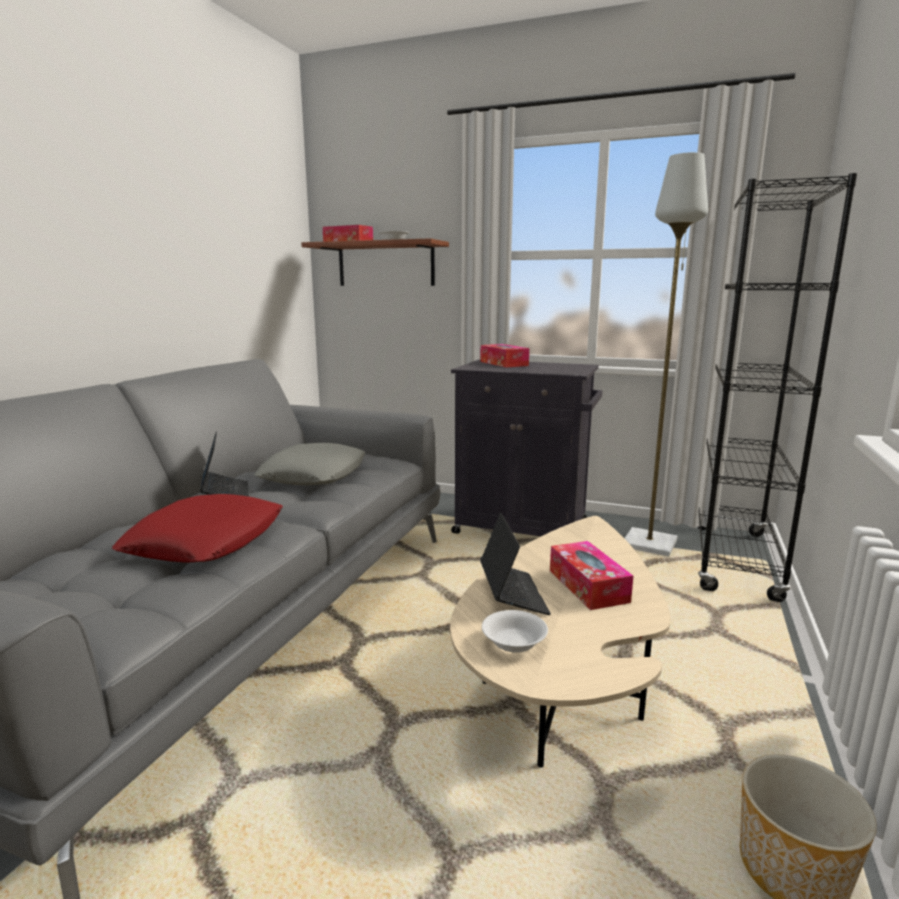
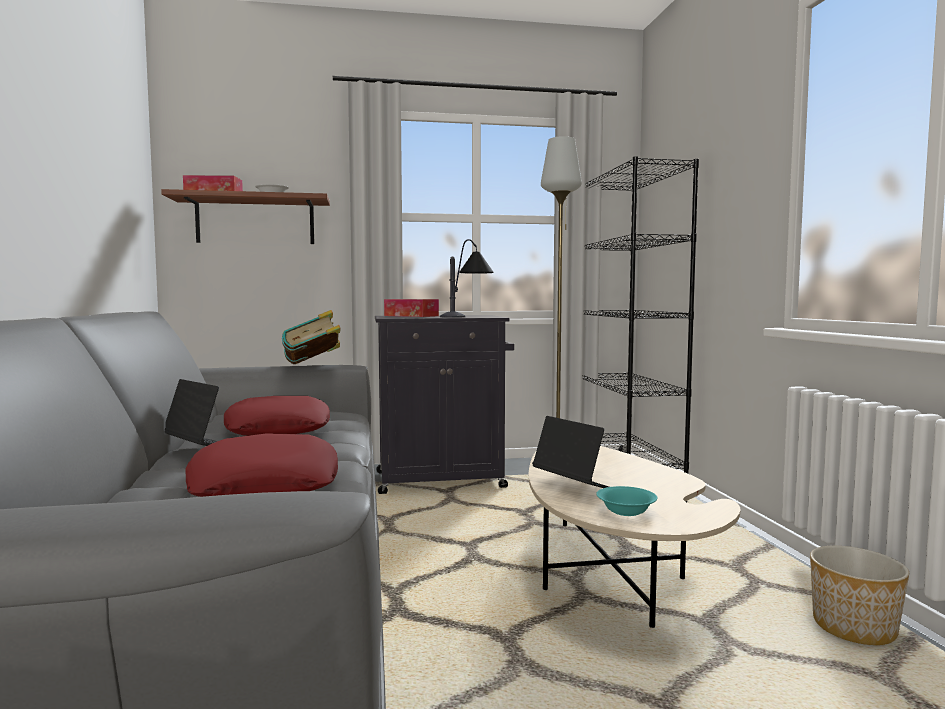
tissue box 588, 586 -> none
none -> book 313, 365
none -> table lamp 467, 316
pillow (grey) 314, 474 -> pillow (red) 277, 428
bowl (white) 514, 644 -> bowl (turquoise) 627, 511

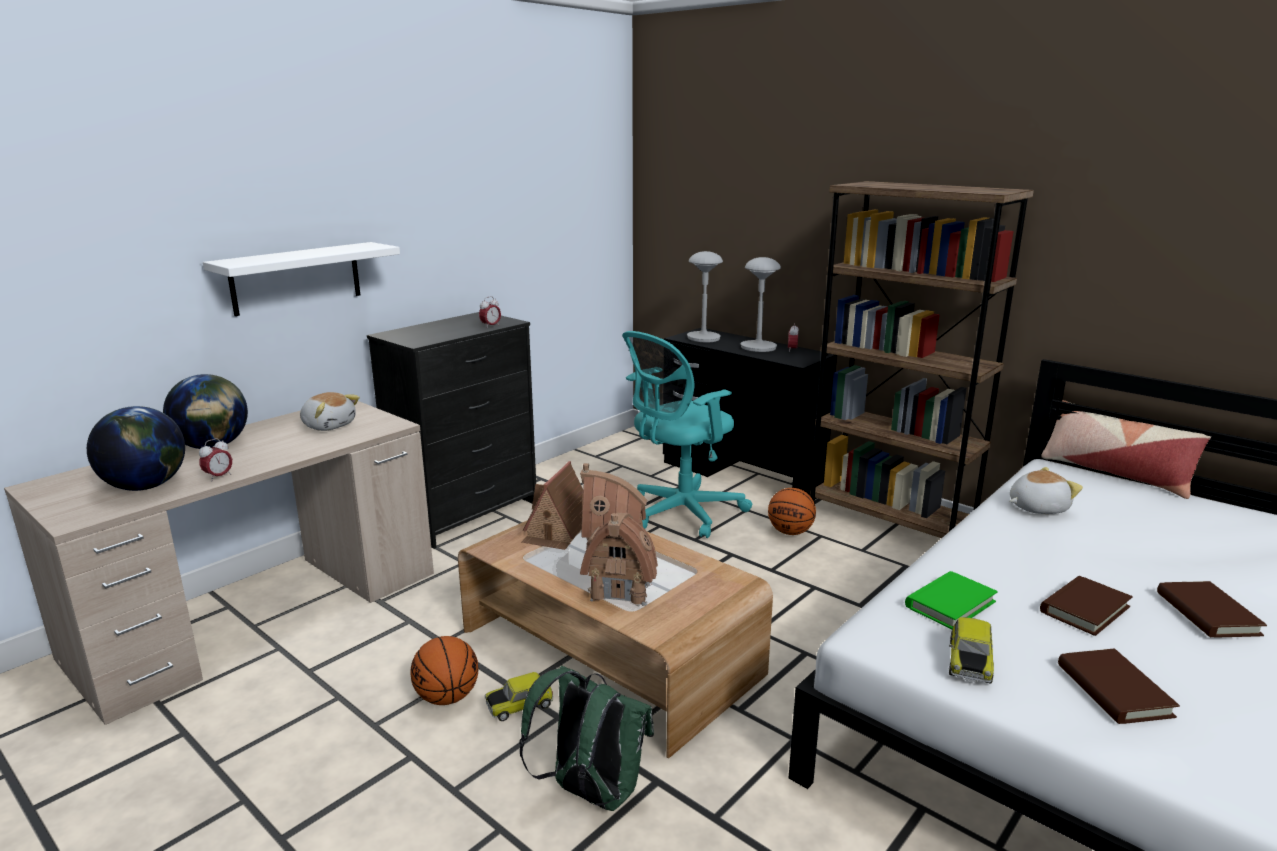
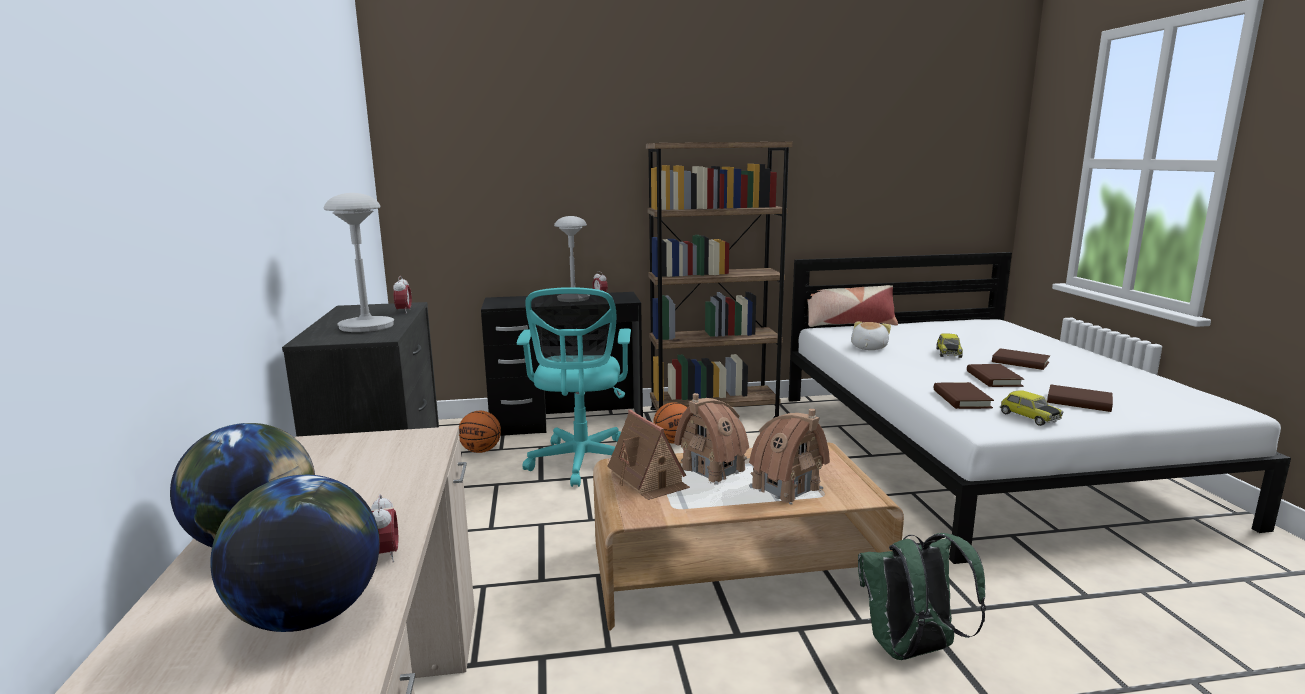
shelf (white) 296, 278 -> none
plush toy 329, 425 -> none
basketball 447, 697 -> basketball 481, 451, shifted
toy car 520, 705 -> toy car 948, 353, shifted
table lamp (grey) 703, 338 -> table lamp (grey) 367, 326, shifted
book (green) 950, 604 -> book (brown) 961, 399

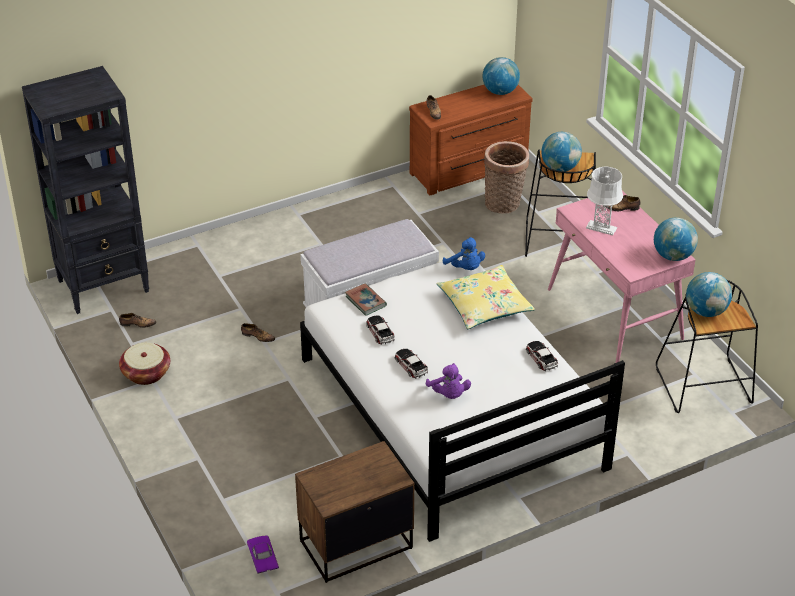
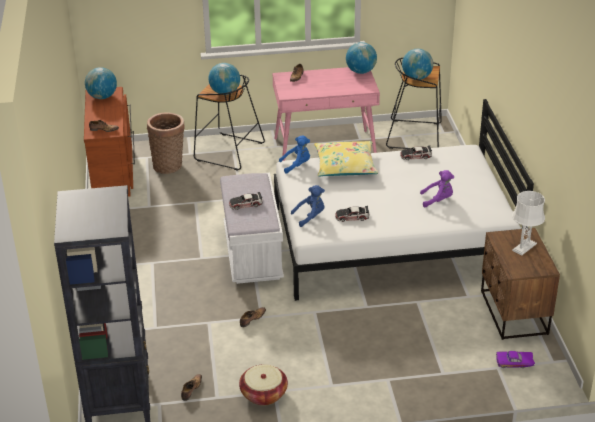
toy car 411, 366 -> toy car 245, 204, shifted
table lamp (white) 601, 228 -> table lamp (white) 524, 247, shifted
book 365, 301 -> plush toy (blue) 310, 217

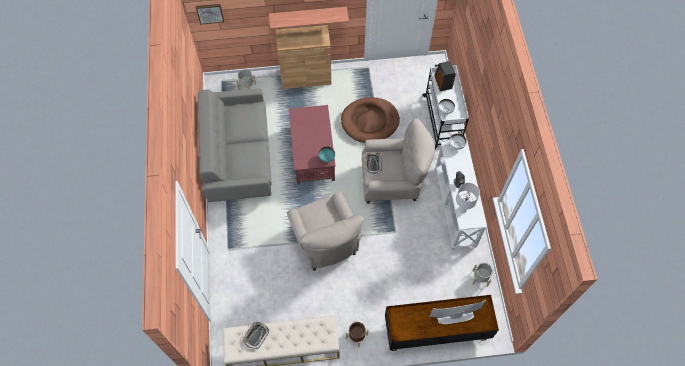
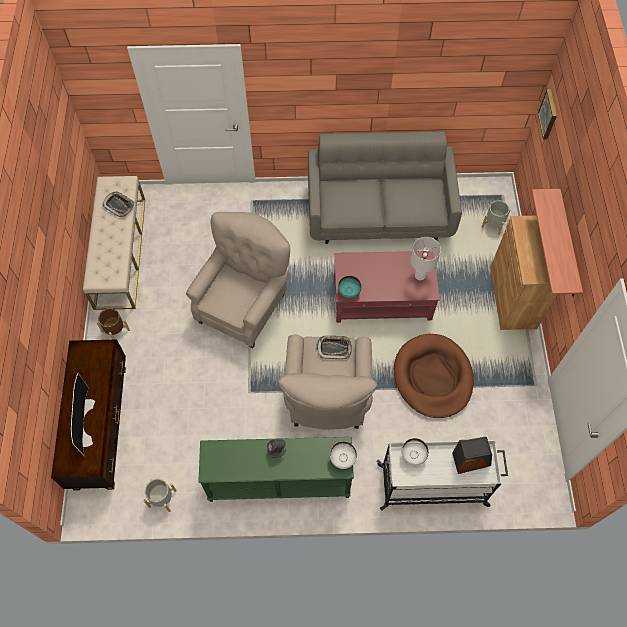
table lamp (white) 462, 209 -> table lamp (white) 420, 275, shifted
console table (white) 456, 206 -> console table (green) 279, 482
armchair (beige) 326, 243 -> armchair (beige) 244, 305, 135 degrees clockwise

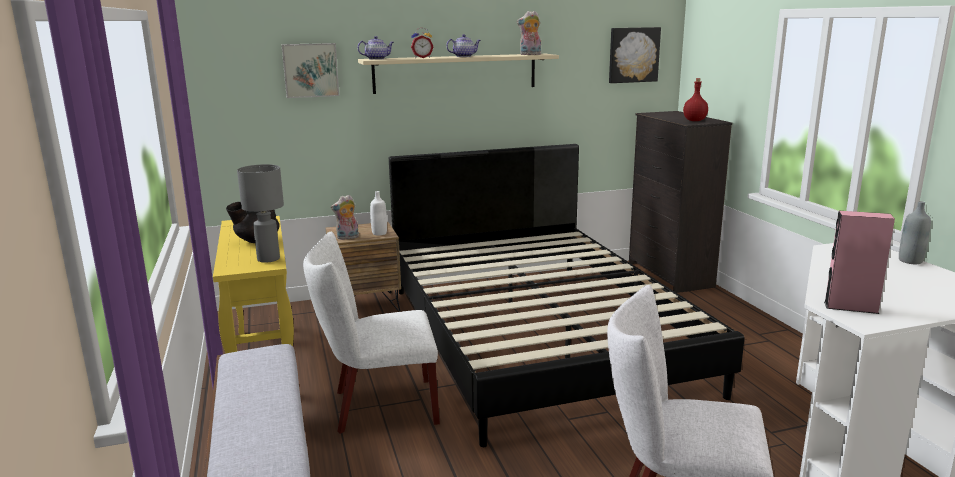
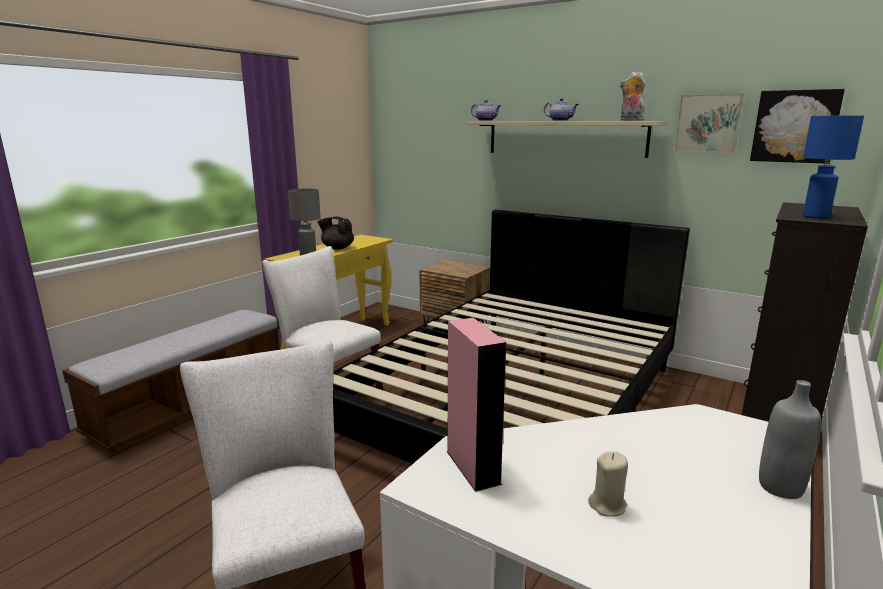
plush toy 347, 238 -> none
bottle (white) 379, 233 -> none
alarm clock 422, 57 -> none
none -> candle (beige) 607, 505
picture 310, 70 -> picture 708, 123, shifted
bottle (red) 695, 120 -> table lamp (blue) 816, 217

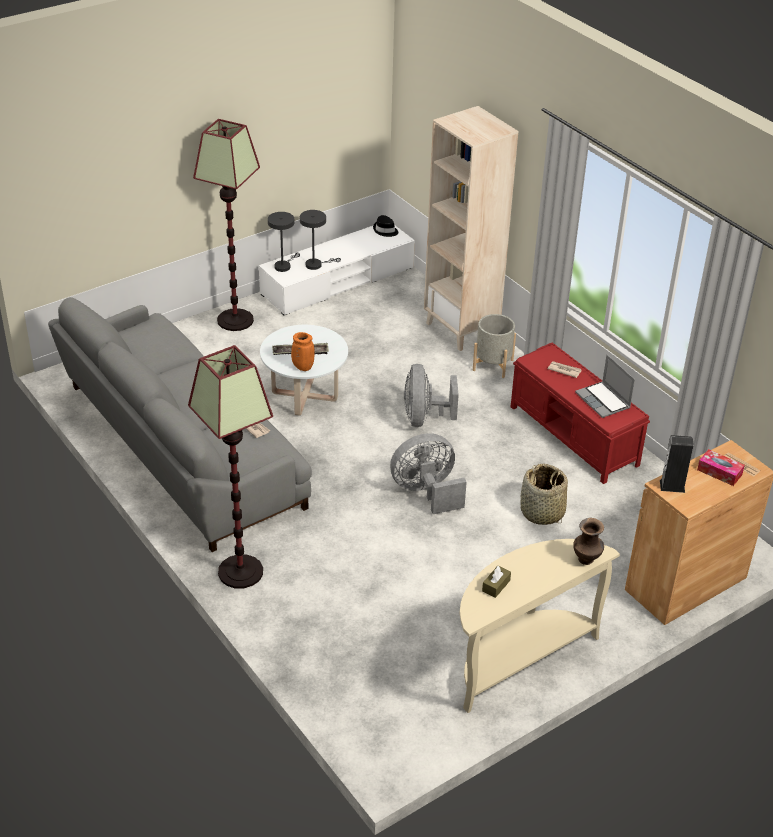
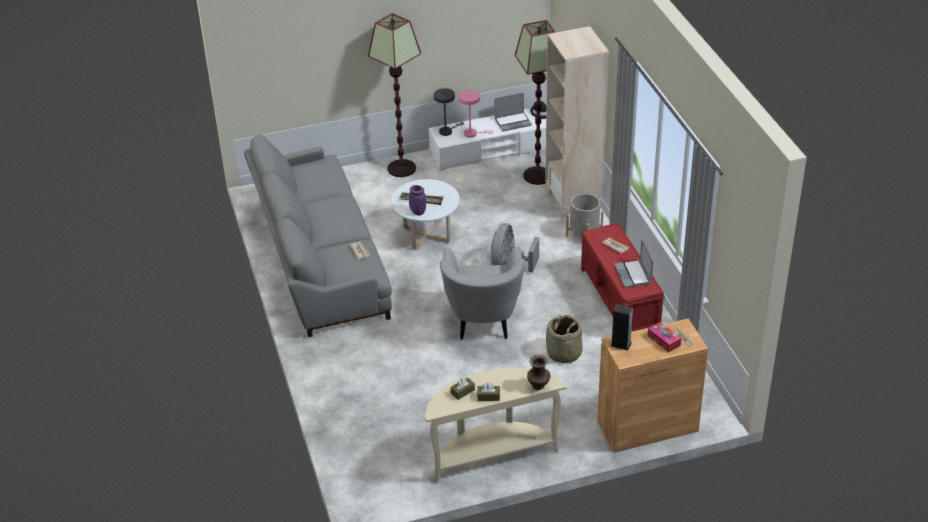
none -> tissue box (brown) 488, 396
none -> laptop 513, 122
floor lamp 240, 572 -> floor lamp 537, 176, shifted
fan (grey) 426, 492 -> armchair (grey) 483, 322
vase (orange) 302, 367 -> vase (purple) 417, 212
table lamp (grey) 316, 264 -> table lamp (pink) 472, 133

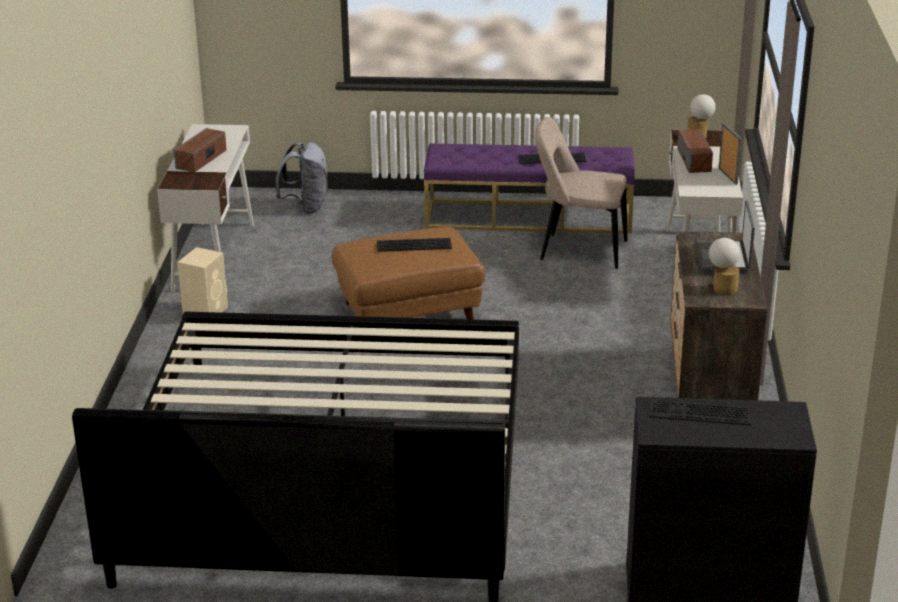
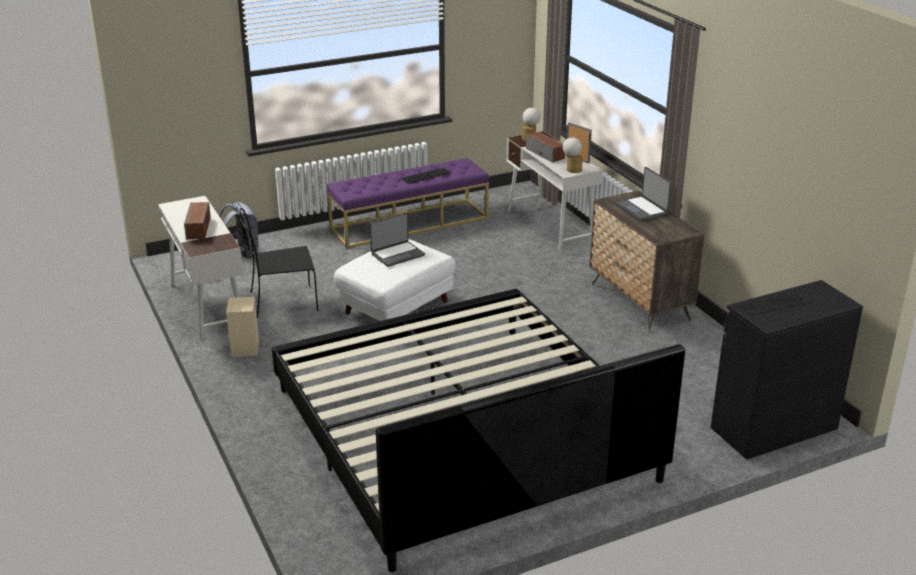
chair (beige) 578, 251 -> none
none -> chair (black) 281, 302
table lamp 722, 287 -> table lamp 572, 169, shifted
keyboard 414, 244 -> laptop 397, 254
ottoman (brown) 409, 311 -> ottoman (white) 396, 307

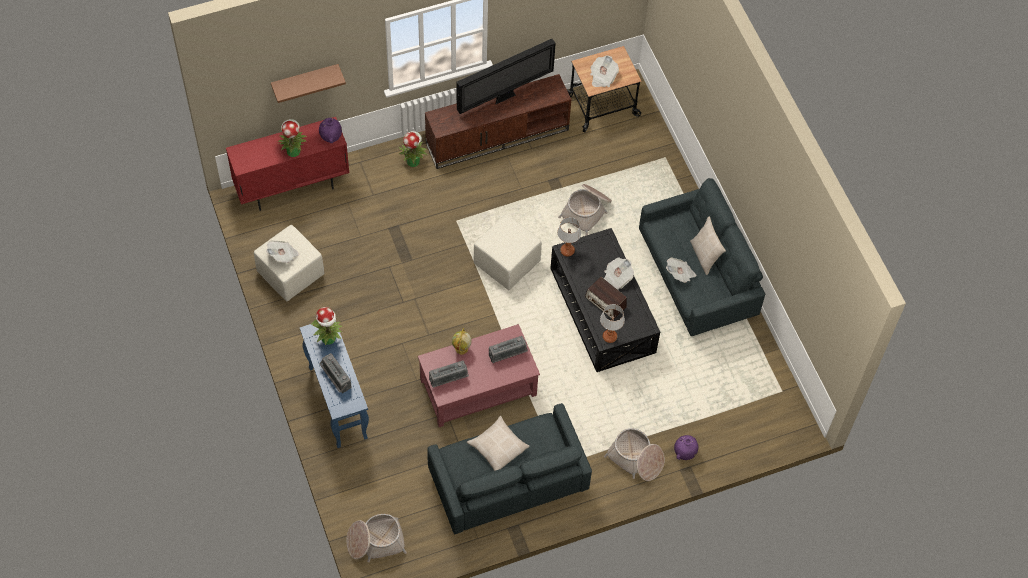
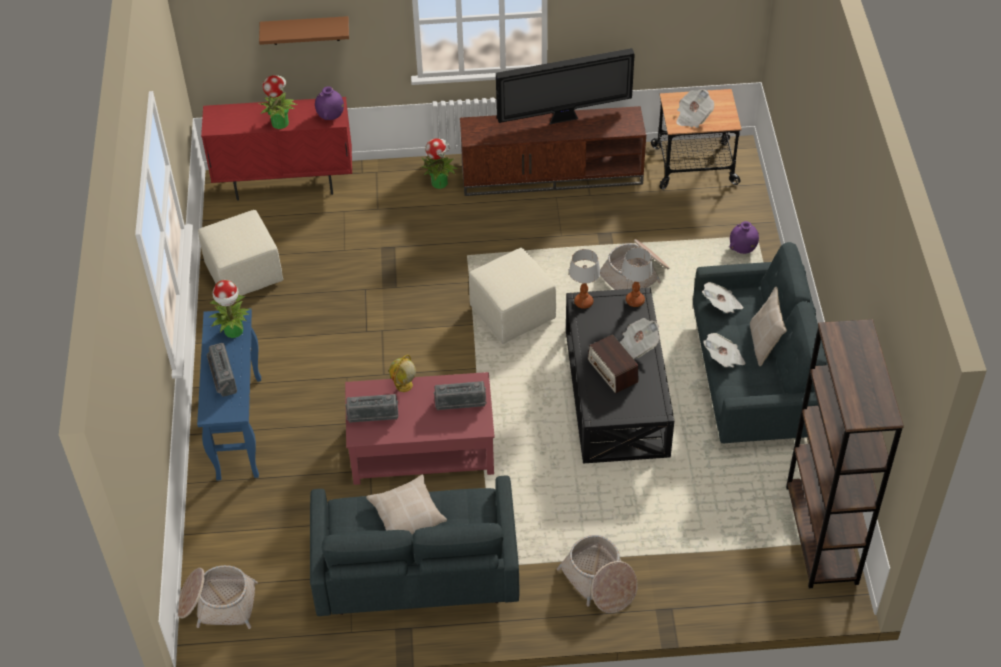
none -> bookcase (brown) 821, 535
newspaper 283, 255 -> newspaper 721, 305, shifted
table lamp 609, 336 -> table lamp 635, 300, shifted
vase (purple) 684, 453 -> vase (purple) 742, 249, shifted

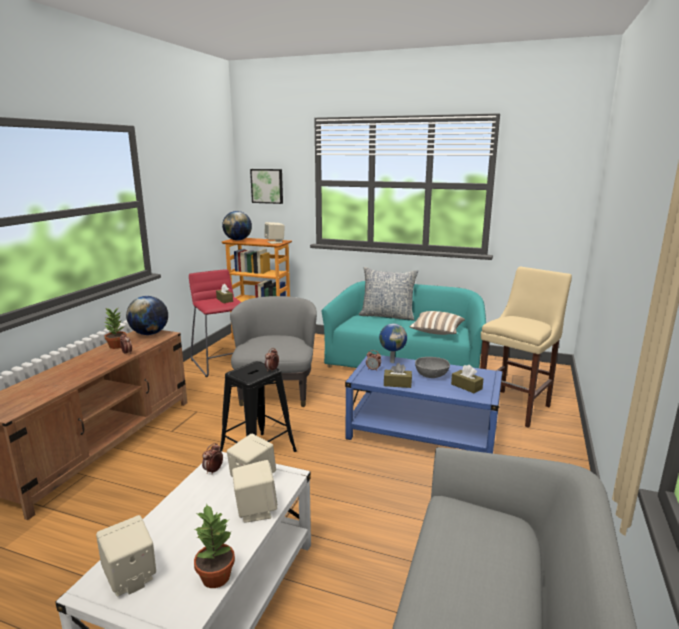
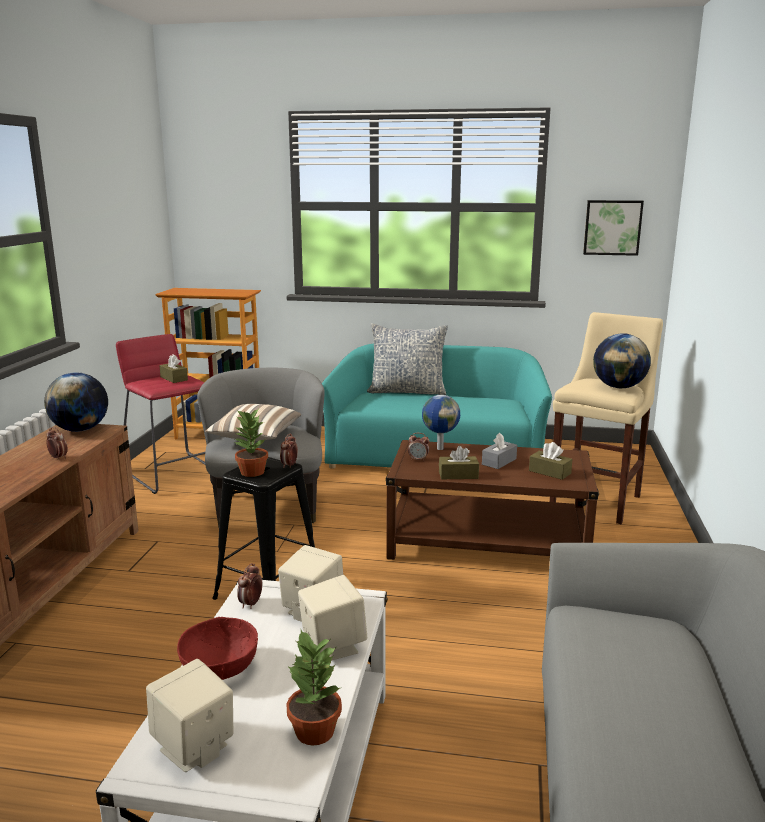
speaker (beige) 275, 242 -> none
none -> bowl (red) 220, 667
potted plant 116, 346 -> potted plant 251, 472, shifted
globe 238, 240 -> globe 619, 387, shifted
picture 267, 186 -> picture 612, 227, shifted
pillow 436, 332 -> pillow 255, 437, shifted
bowl (grey) 431, 375 -> tissue box (grey) 499, 461
coffee table (blue) 422, 433 -> coffee table (brown) 488, 543

